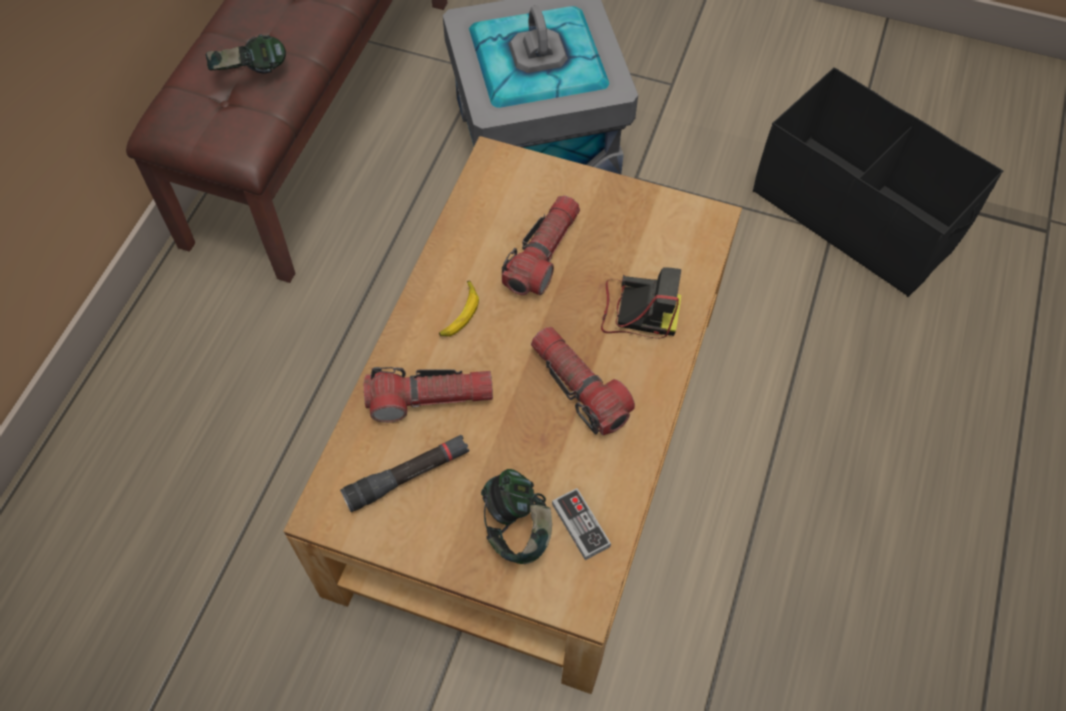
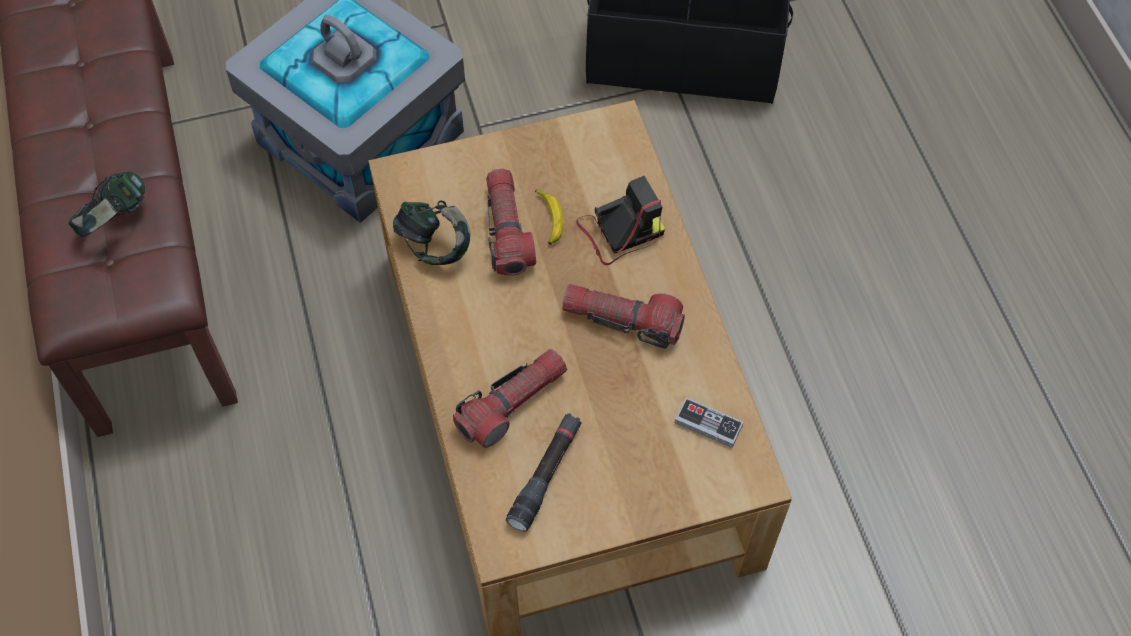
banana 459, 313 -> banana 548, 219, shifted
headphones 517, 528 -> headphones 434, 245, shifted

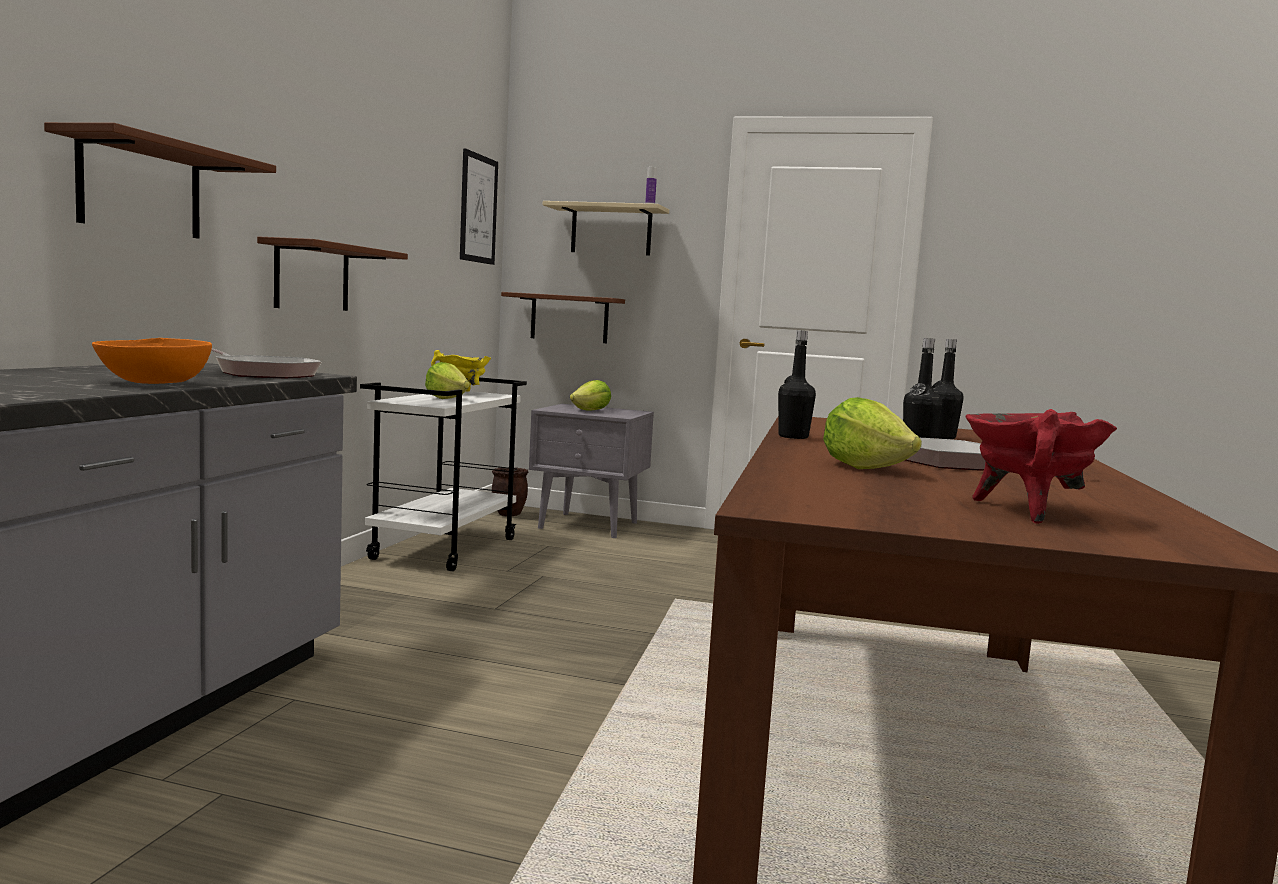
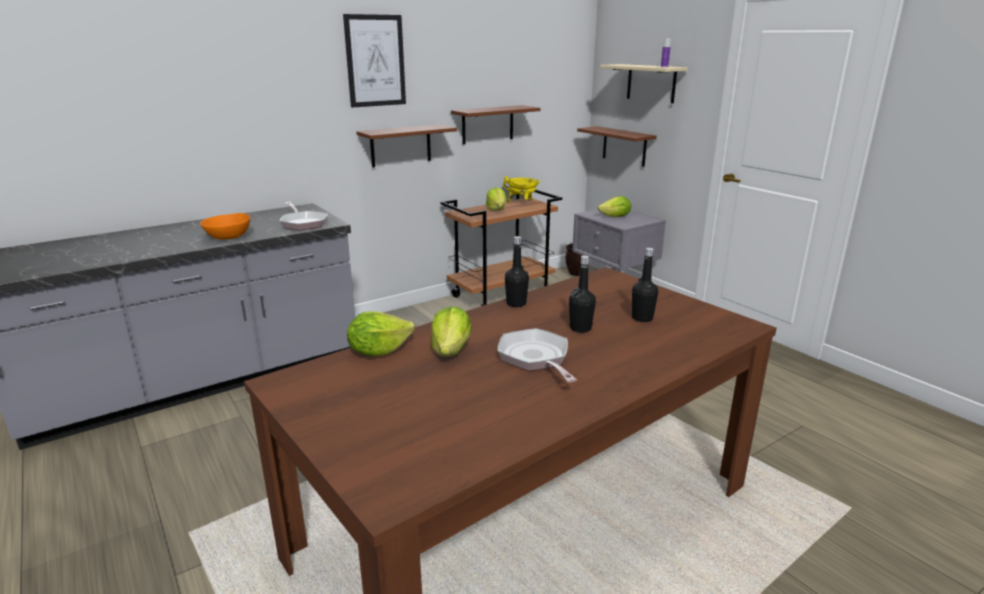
cooking pot (red) 1026, 511 -> none
none -> lettuce 378, 351
shelf (brown) 141, 188 -> shelf (brown) 487, 124, shifted
picture 478, 209 -> picture 375, 61, shifted
cart (white) 444, 548 -> cart (brown) 502, 296

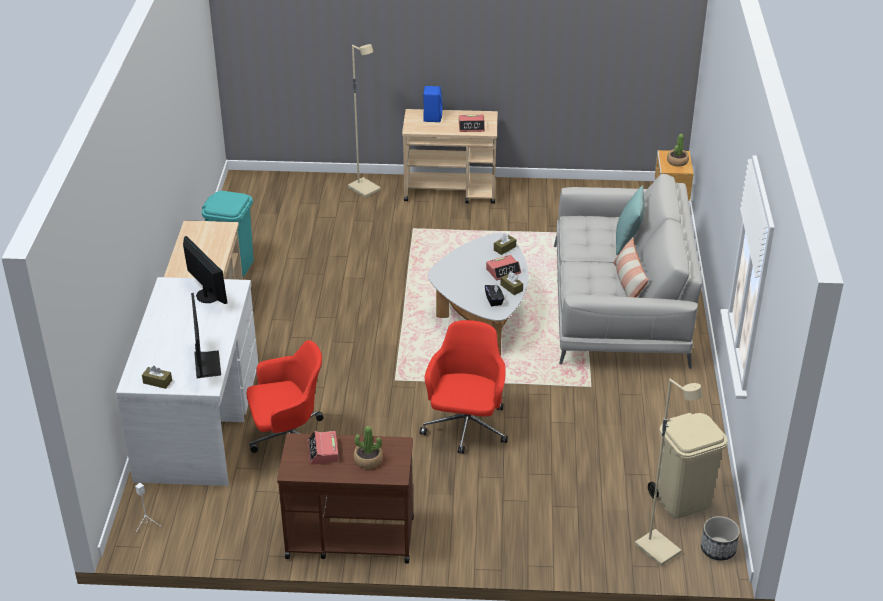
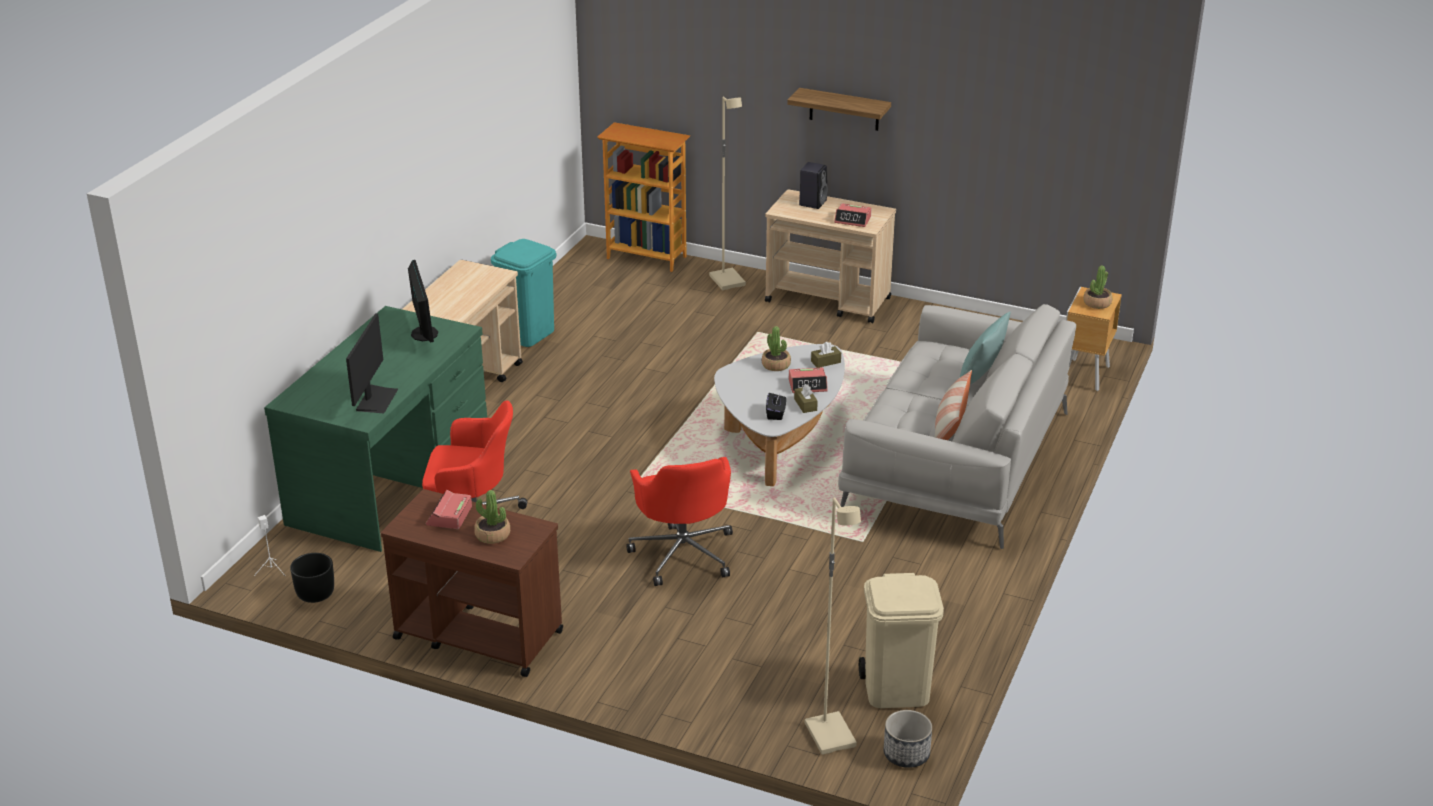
tissue box (brown) 157, 382 -> none
none -> planter (black) 315, 594
none -> bookcase 647, 257
none -> potted plant 776, 365
none -> shelf 844, 109
desk (white) 199, 422 -> desk (green) 391, 481
speaker (blue) 432, 117 -> speaker (black) 813, 202
office chair (red) 466, 428 -> office chair (red) 683, 553, 135 degrees clockwise

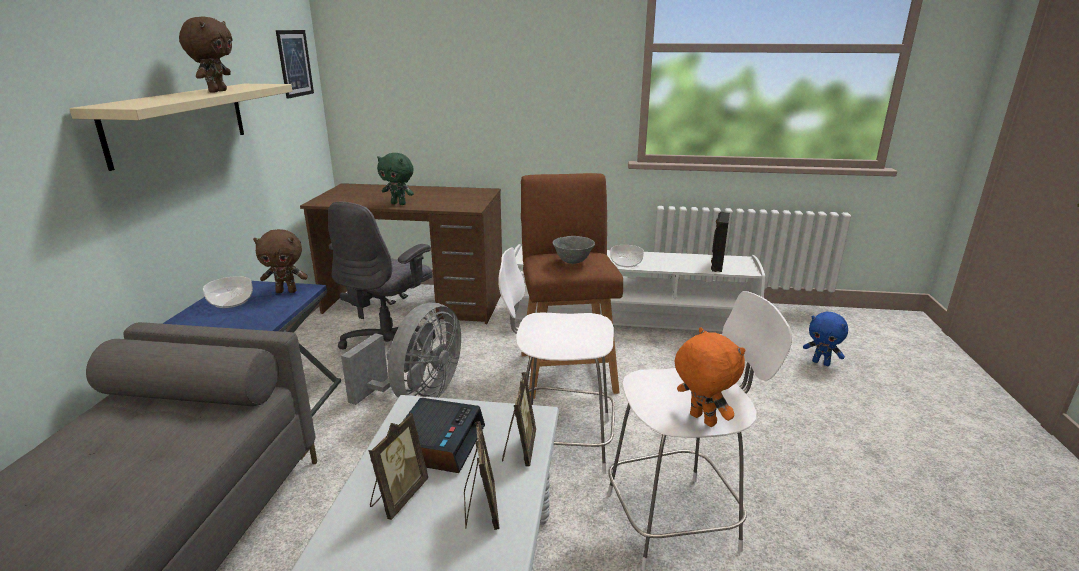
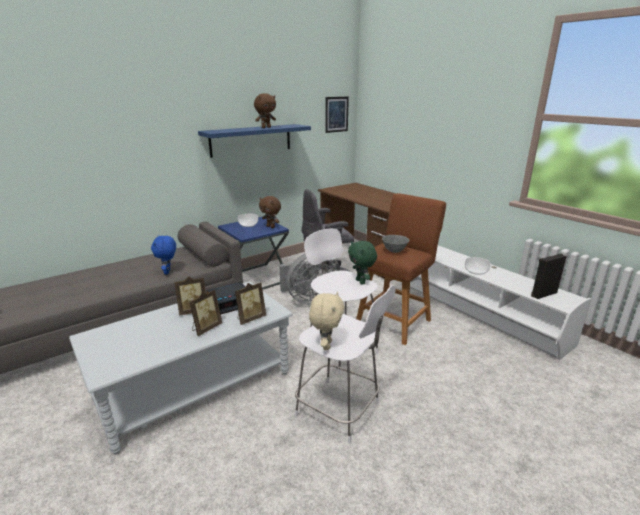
plush toy (green) 399, 204 -> plush toy (green) 361, 282, shifted
plush toy (blue) 821, 363 -> plush toy (blue) 168, 272, shifted
shelf (beige) 179, 122 -> shelf (blue) 251, 140
plush toy (orange) 701, 420 -> plush toy (beige) 326, 345

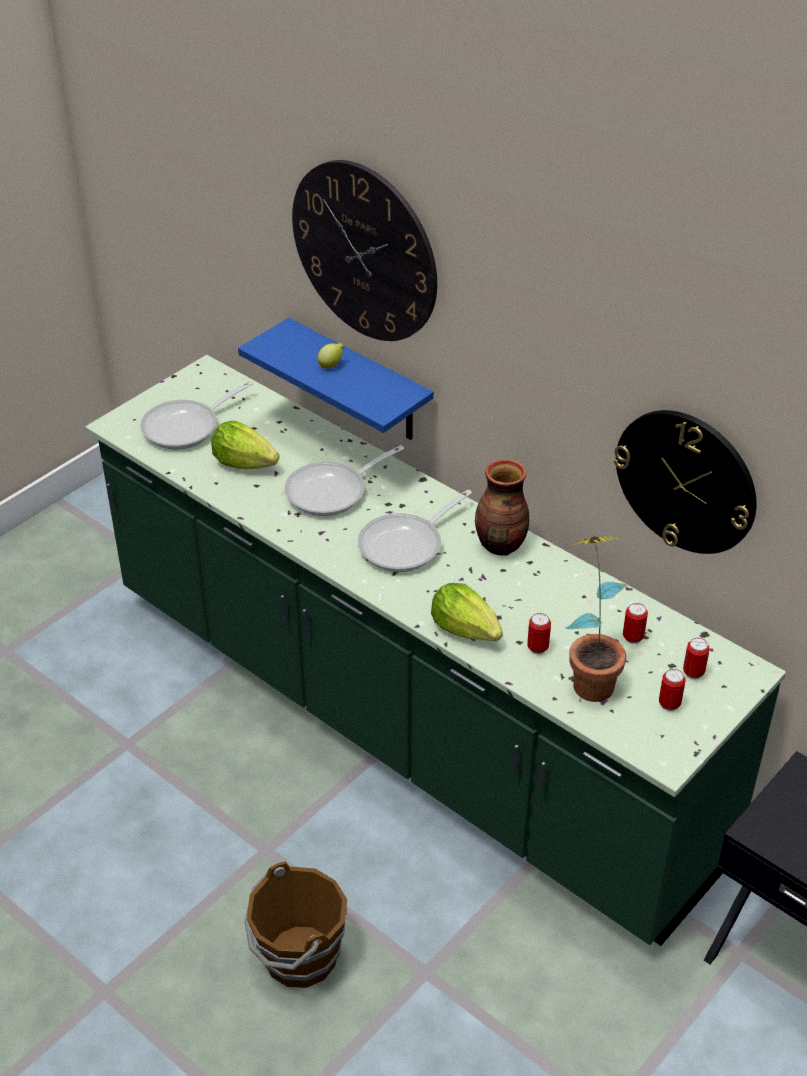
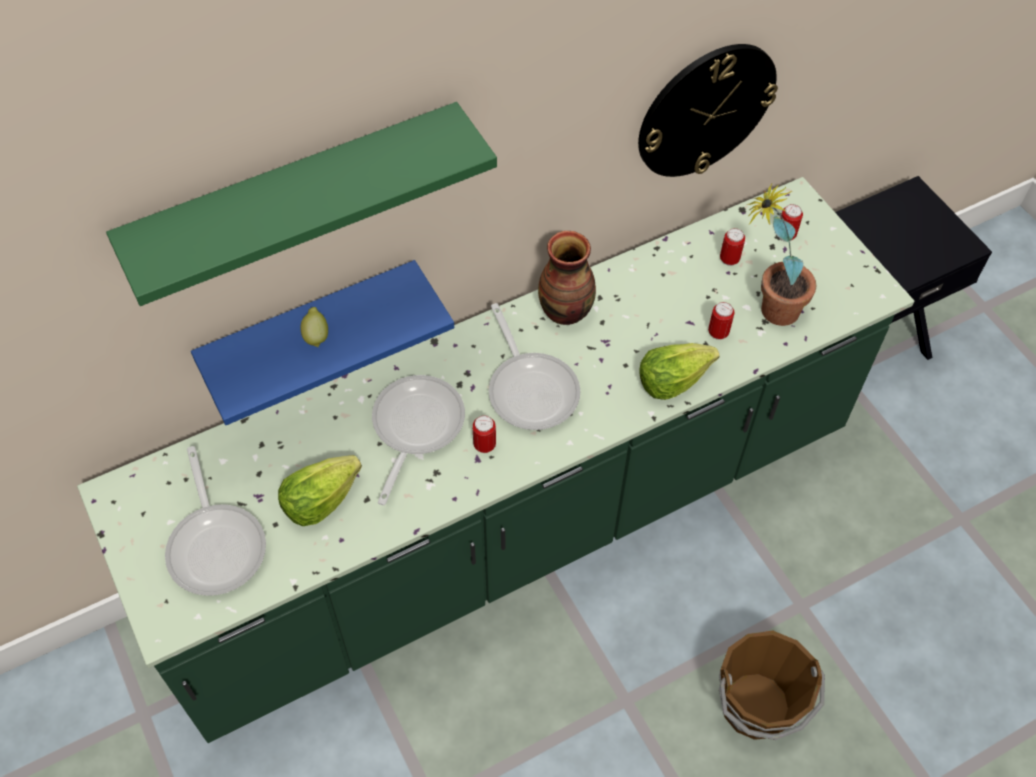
can 669, 704 -> can 484, 445, shifted
wall clock 364, 251 -> shelf (green) 296, 198
frying pan 333, 491 -> frying pan 414, 428, 150 degrees counterclockwise

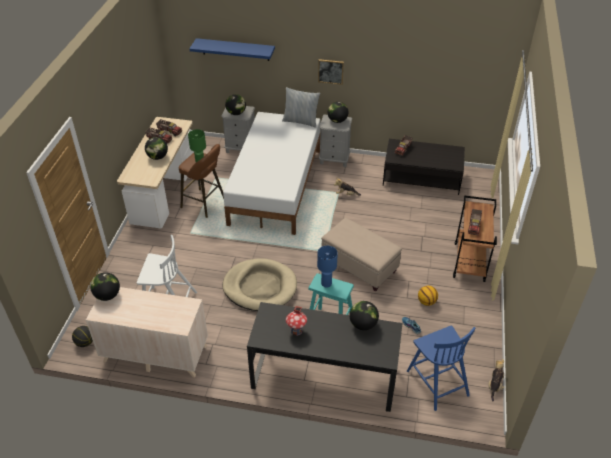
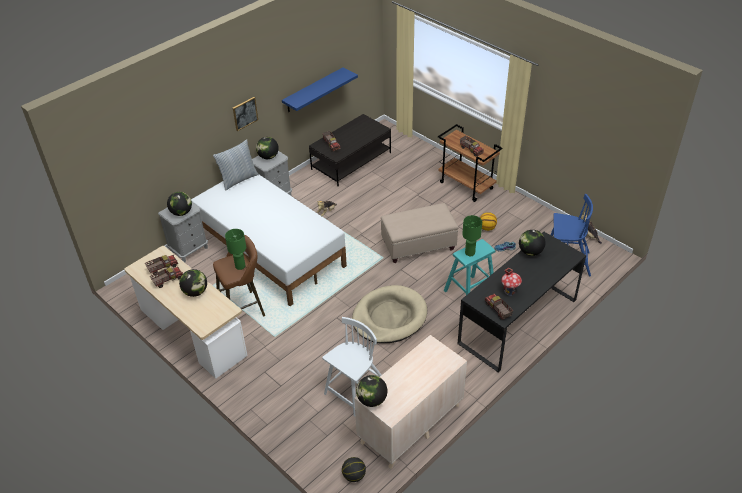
none -> toy truck 497, 310
shelf (blue) 235, 49 -> shelf (blue) 313, 90, shifted
table lamp (blue) 326, 283 -> table lamp (green) 469, 253

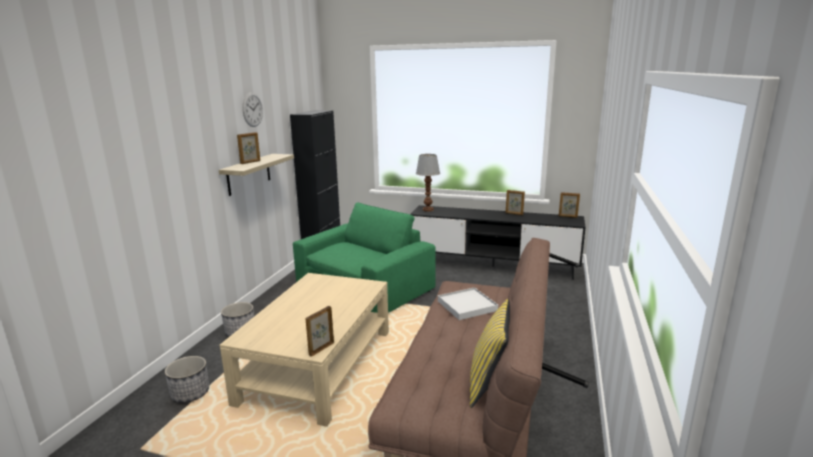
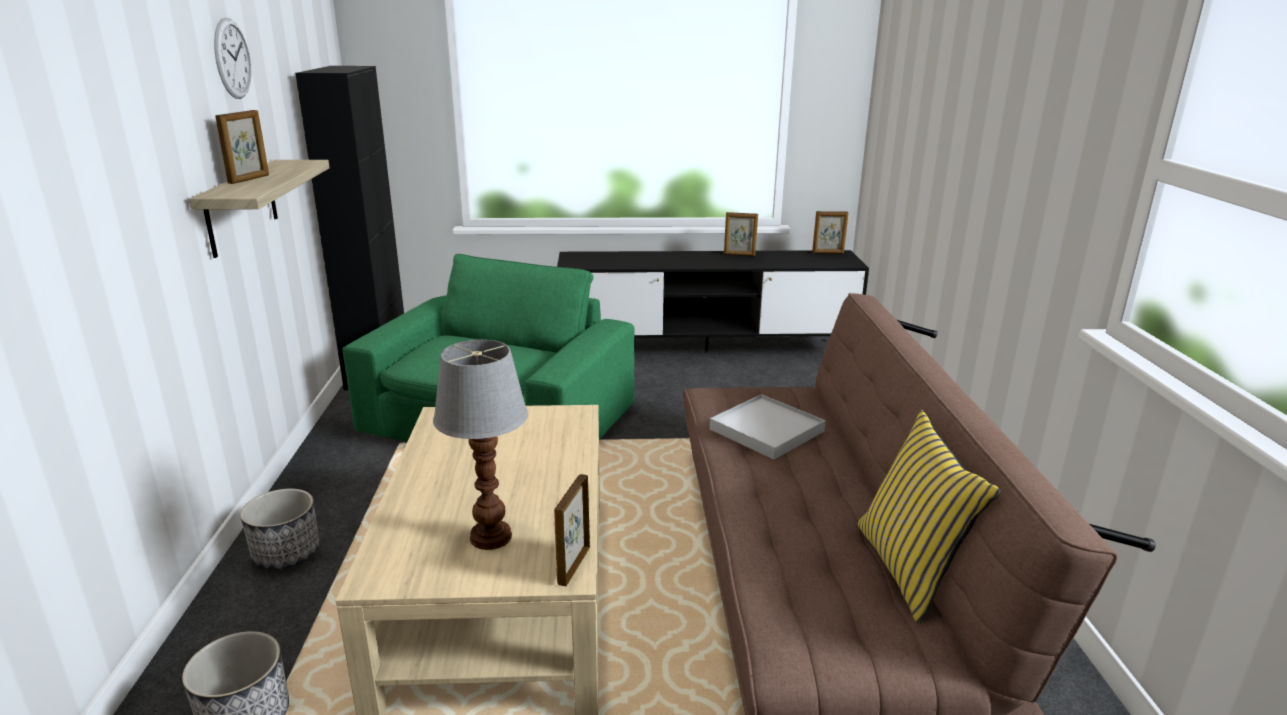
table lamp 427, 209 -> table lamp 489, 537, shifted

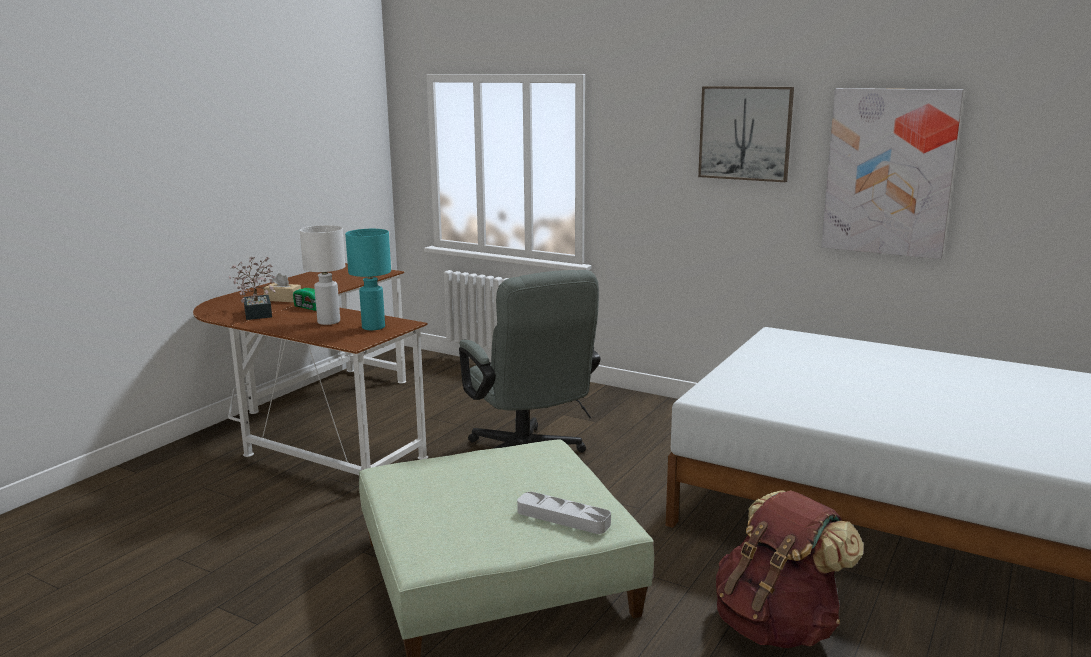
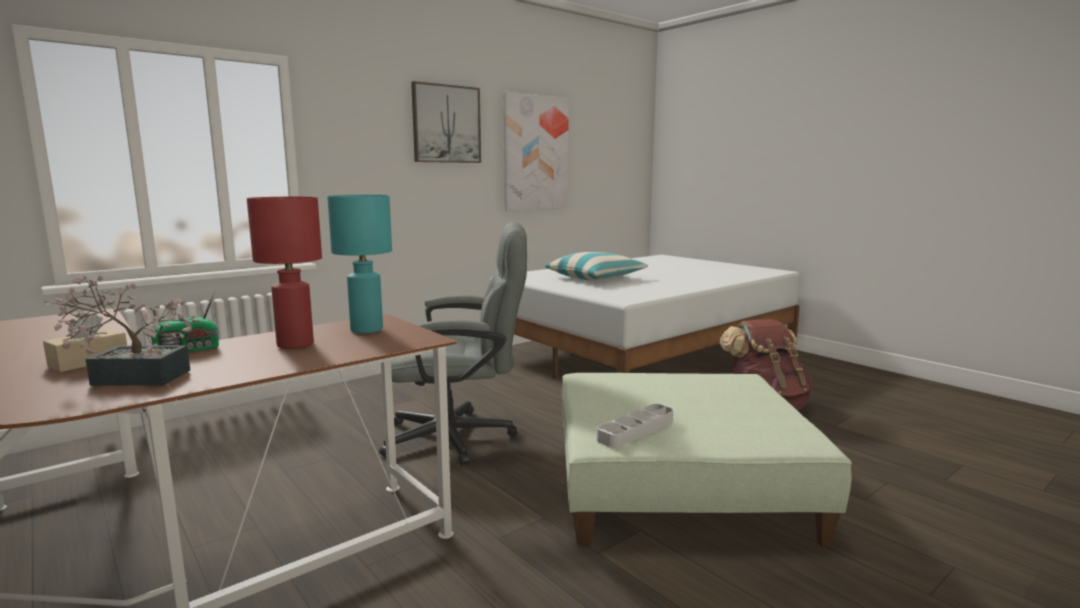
none -> pillow 595, 278
tray (grey) 563, 517 -> tray (grey) 636, 430, shifted
table lamp (white) 328, 321 -> table lamp (red) 294, 345

